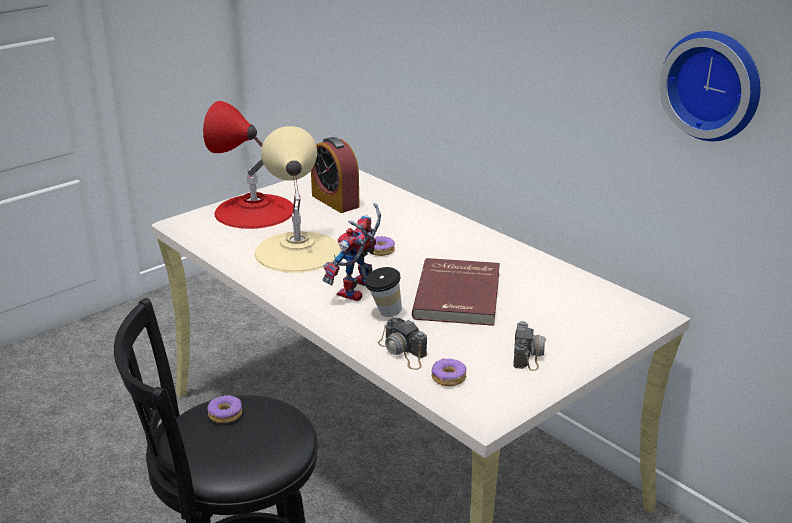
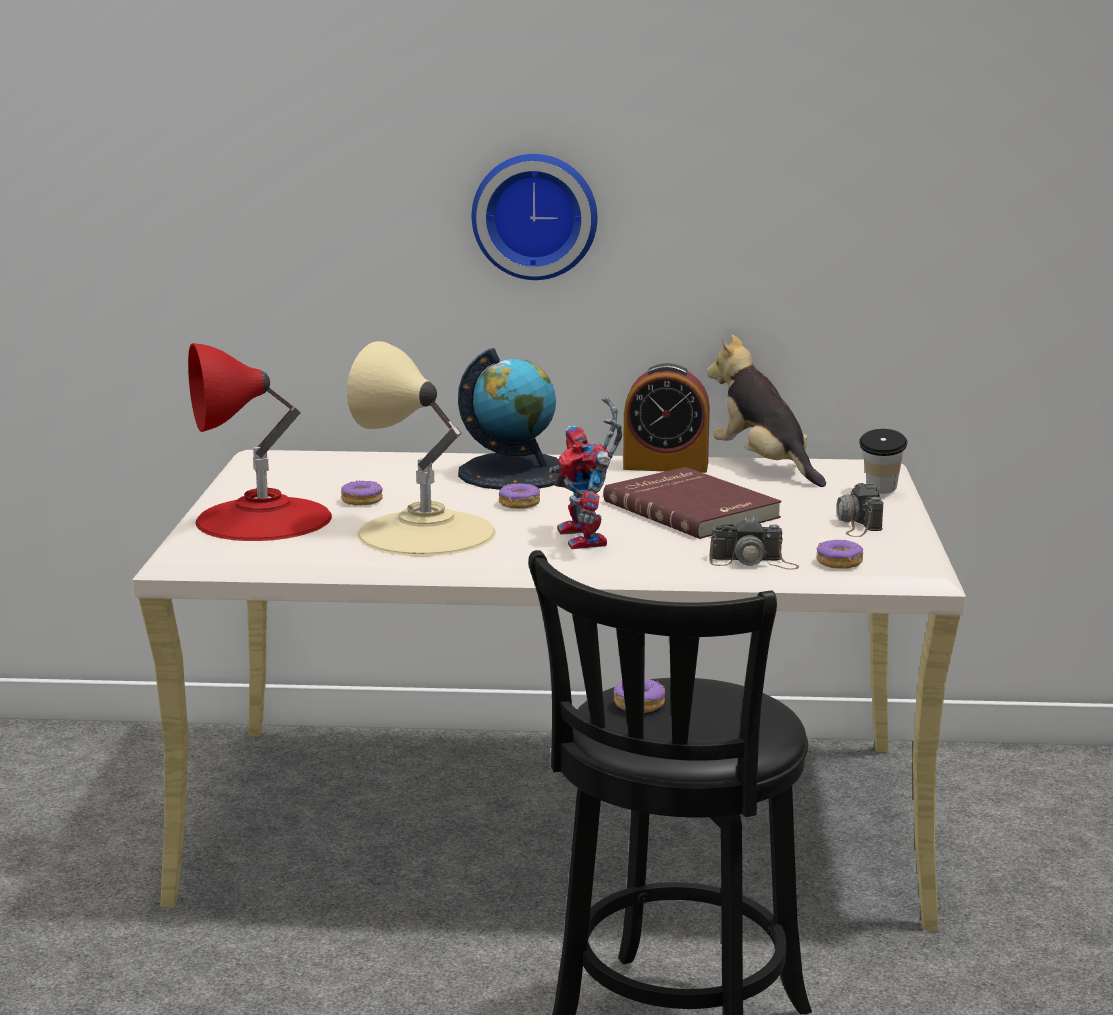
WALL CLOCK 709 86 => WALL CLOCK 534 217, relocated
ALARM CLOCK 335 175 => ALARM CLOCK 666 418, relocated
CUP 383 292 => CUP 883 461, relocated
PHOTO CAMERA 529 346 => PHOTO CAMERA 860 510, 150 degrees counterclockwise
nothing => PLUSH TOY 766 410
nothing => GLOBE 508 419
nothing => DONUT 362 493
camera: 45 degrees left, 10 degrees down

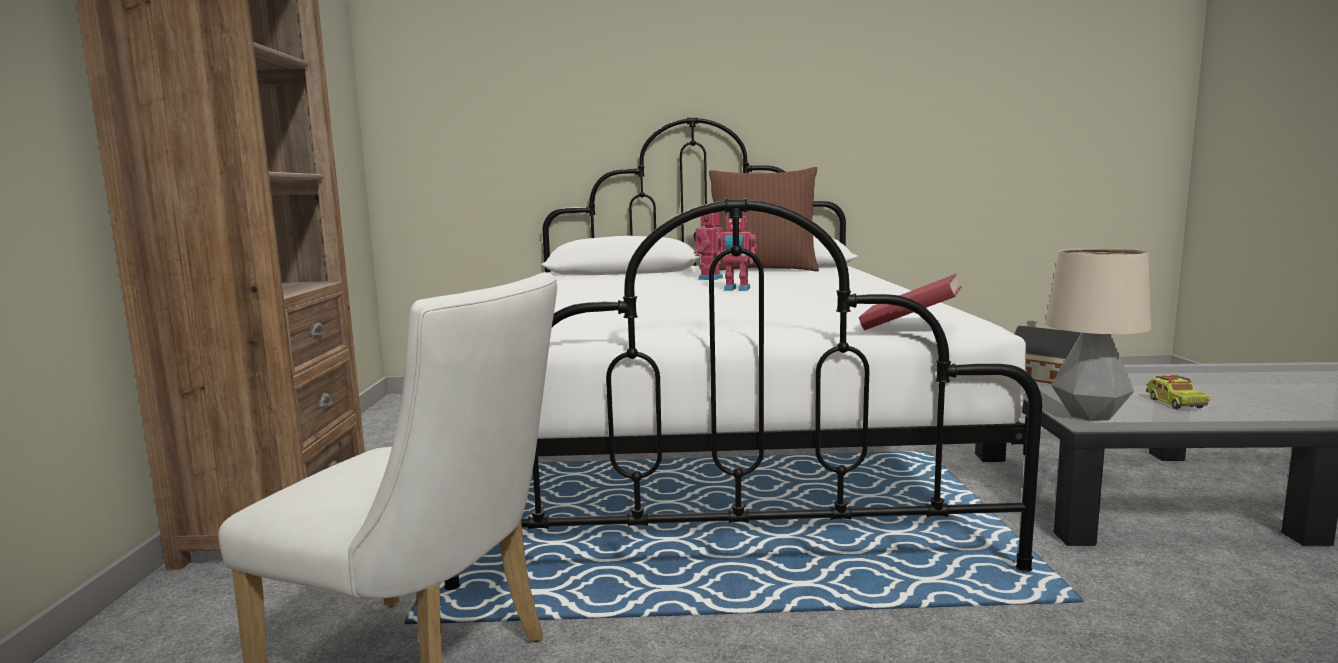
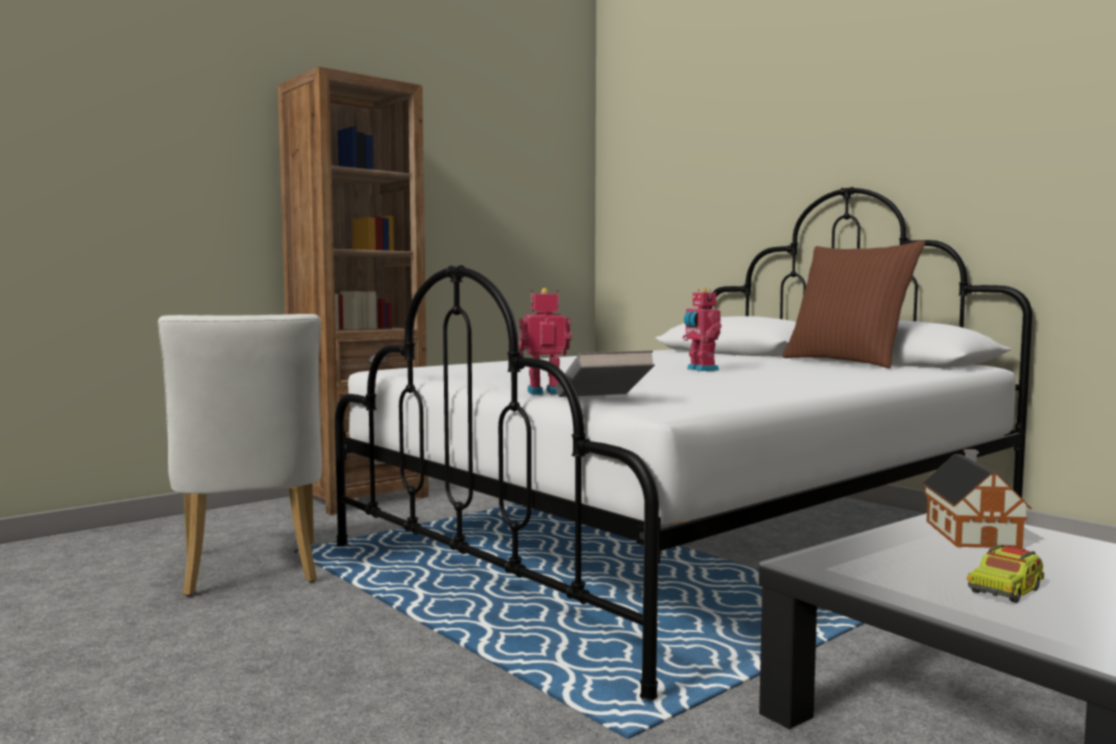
TOY ROBOT 708 246 => TOY ROBOT 545 341, relocated
TABLE LAMP 1098 334 => nothing
RED BOOK 910 302 => GREY BOOK 605 373
camera: 50 degrees right, 5 degrees down

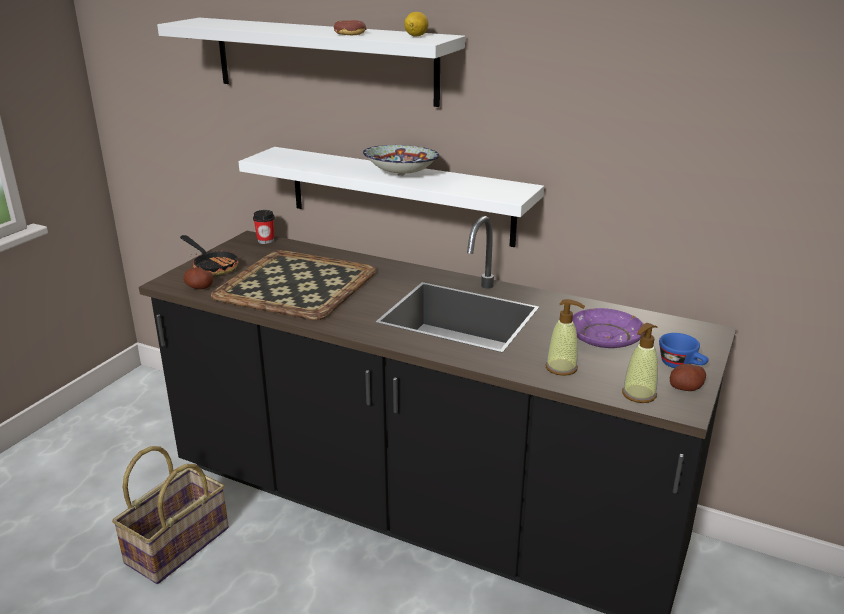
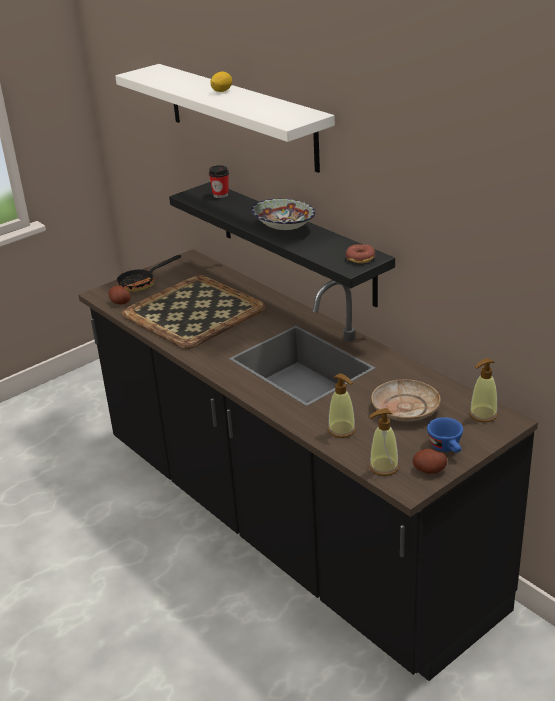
LEMON 416 24 => LEMON 221 81, relocated
DONUT 350 27 => DONUT 360 253, relocated
WHITE SHELF 391 197 => BLACK SHELF 282 245
CUP 264 227 => CUP 219 181, relocated
FRYING PAN 210 255 => FRYING PAN 149 273, 75 degrees clockwise
PURPLE PLATE 608 328 => BEIGE PLATE 406 400
BASKET 170 515 => nothing
nothing => SOAP DISPENSER 483 390
camera: 25 degrees right, 5 degrees up

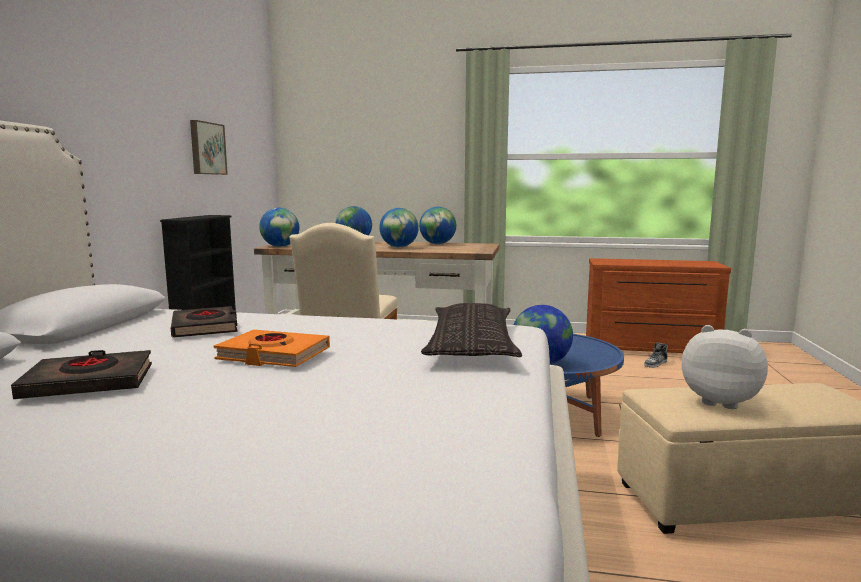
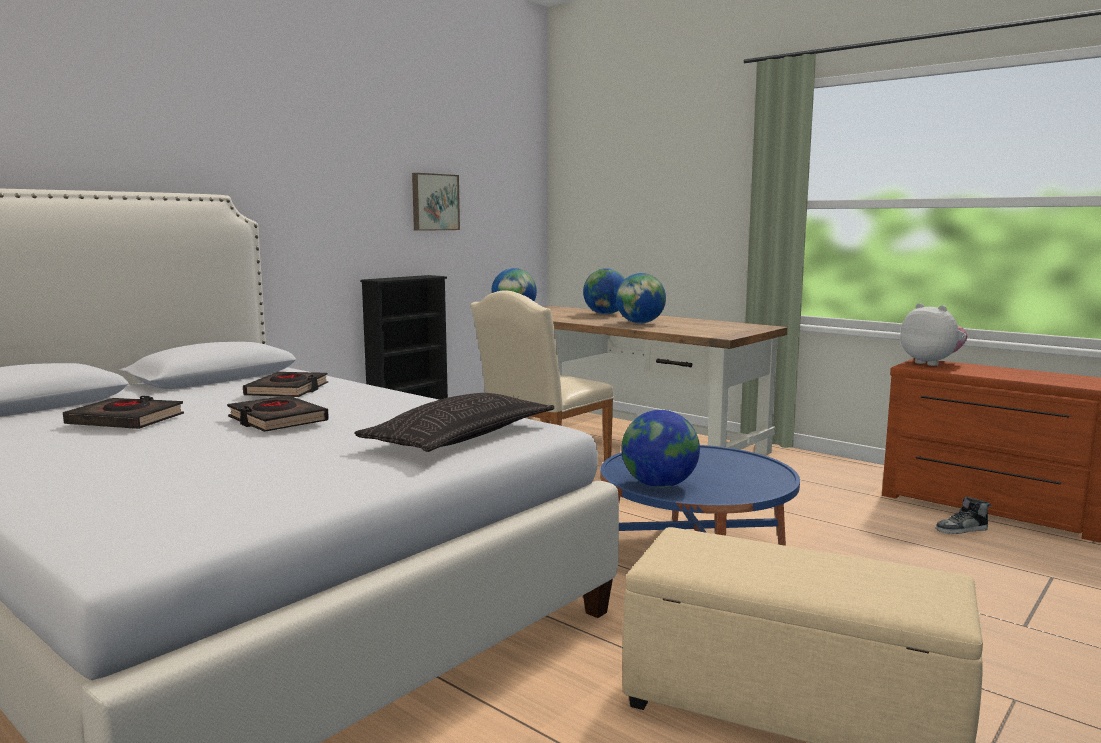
GLOBE 437 225 => nothing
PLUSH TOY 725 367 => PLUSH TOY 933 334, relocated
ORANGE BOOK 272 348 => BLACK BOOK 278 413
camera: 30 degrees right, 0 degrees up

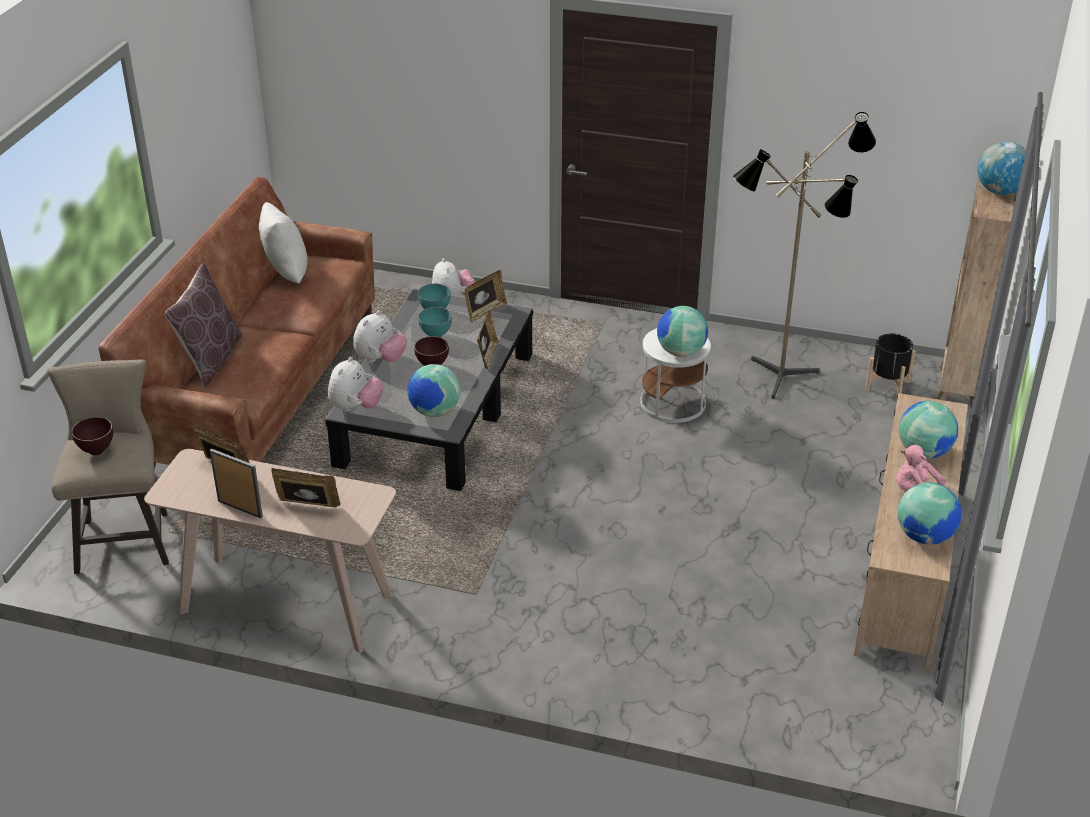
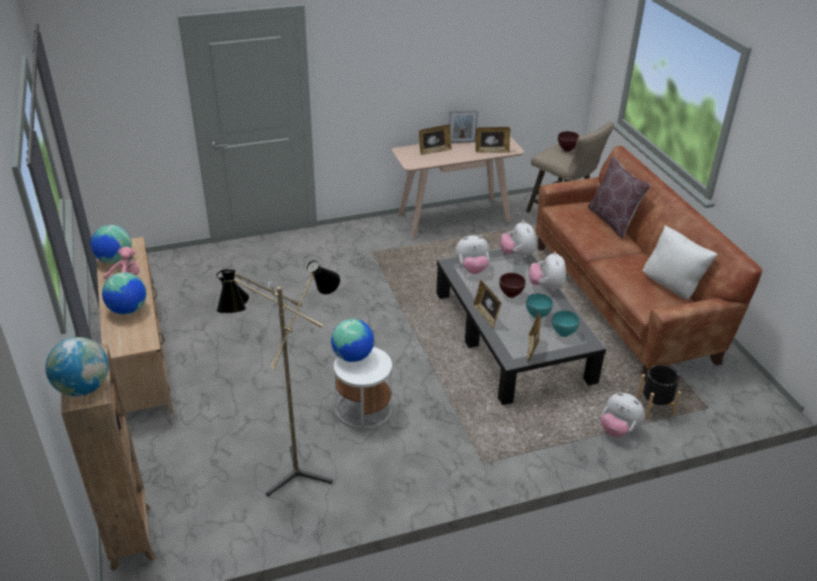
BLACK PLANTER 890 366 => BLACK PLANTER 658 391, relocated
GLOBE 434 390 => PLUSH TOY 472 254
camera: 145 degrees right, 0 degrees up

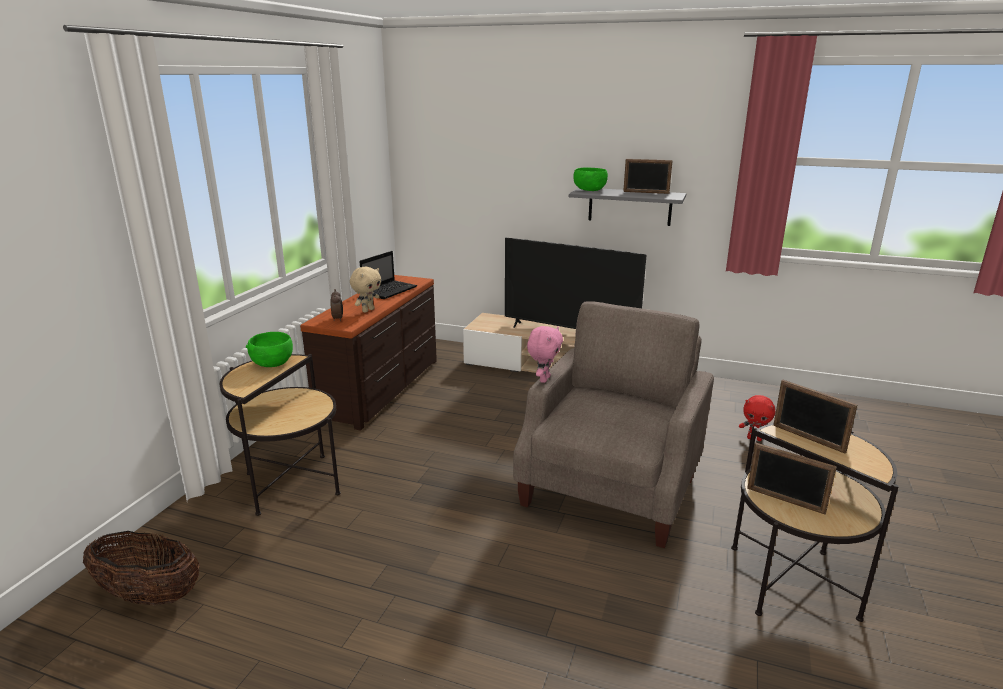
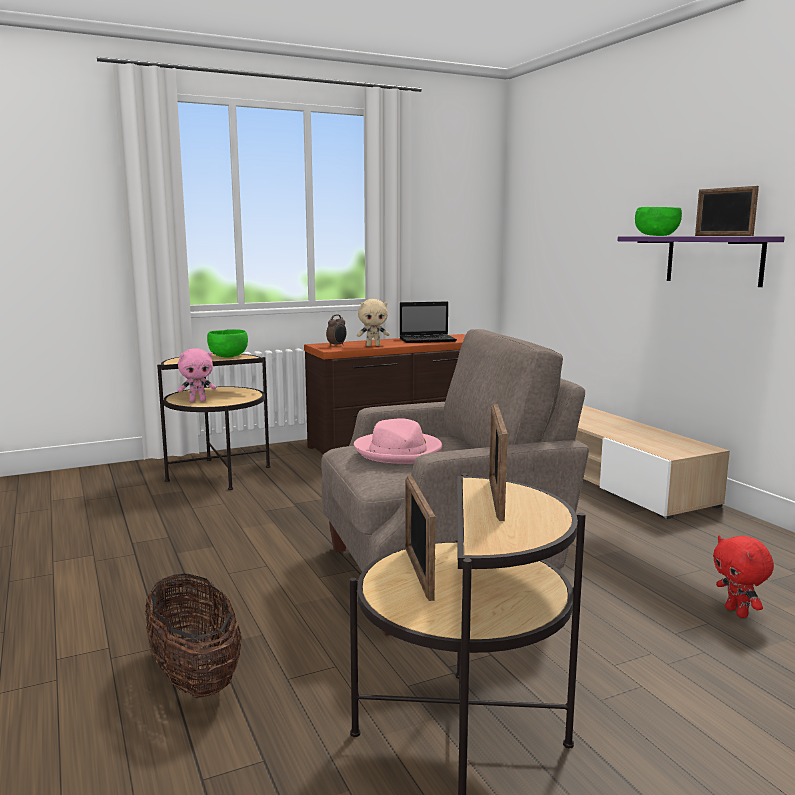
GREY SHELF 627 207 => PURPLE SHELF 701 261
TELEVISION 575 283 => nothing
PINK PLUSH TOY 545 354 => PINK PLUSH TOY 197 375, relocated
BASKET 141 568 => BASKET 193 636, relocated
nothing => PINK HAT 398 441
camera: 45 degrees right, 10 degrees down

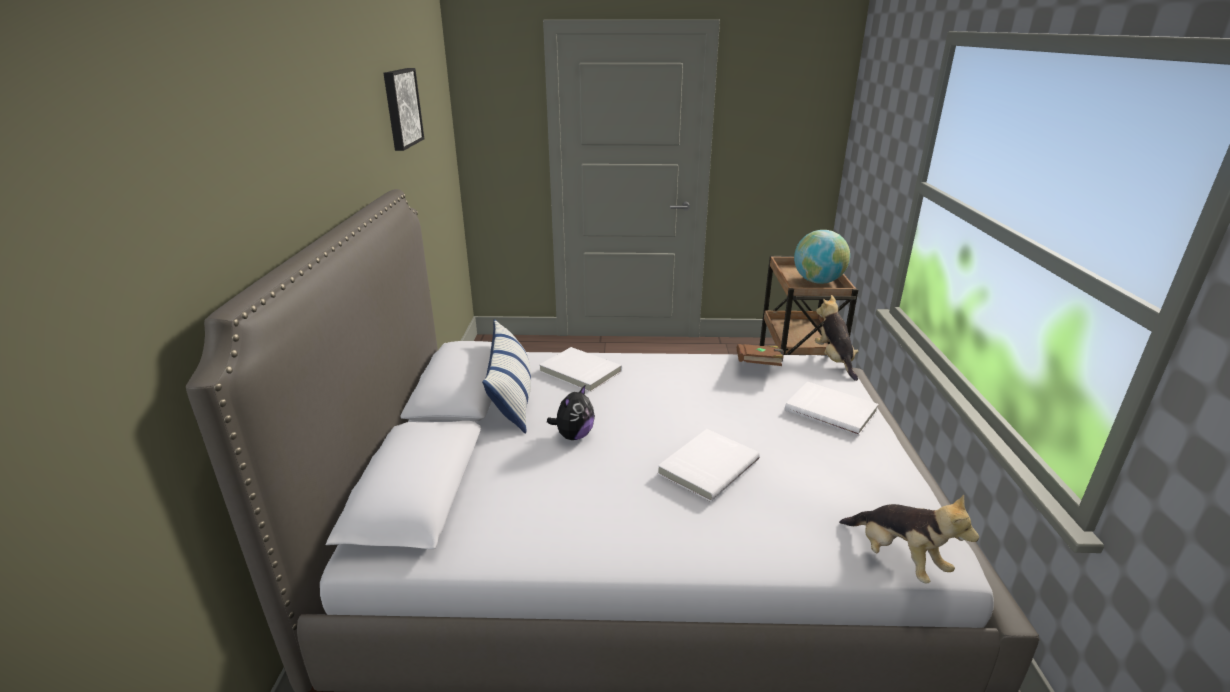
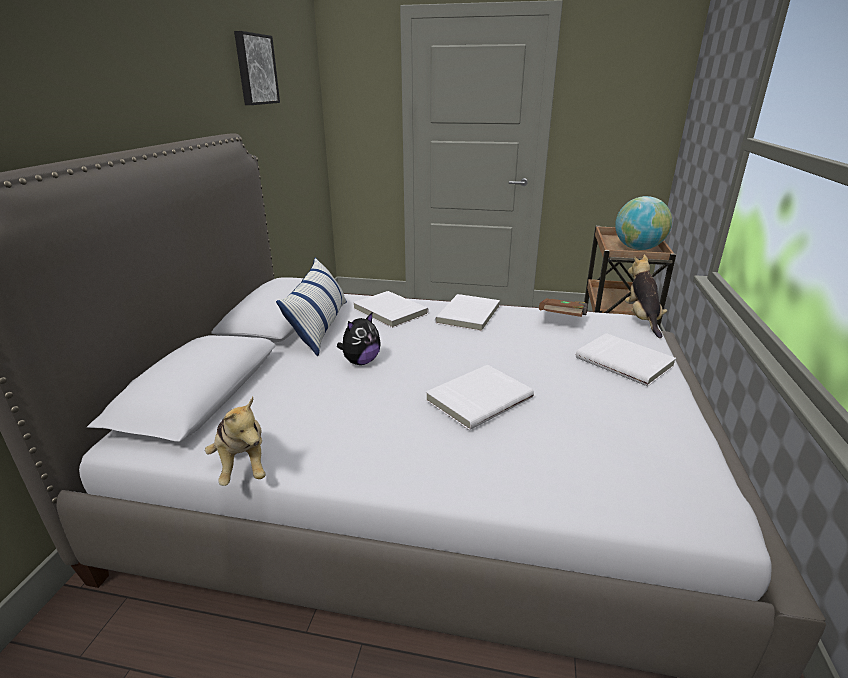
PLUSH TOY 909 538 => PLUSH TOY 235 441, relocated
nothing => WHITE BOOK 467 312
camera: 10 degrees right, 0 degrees up

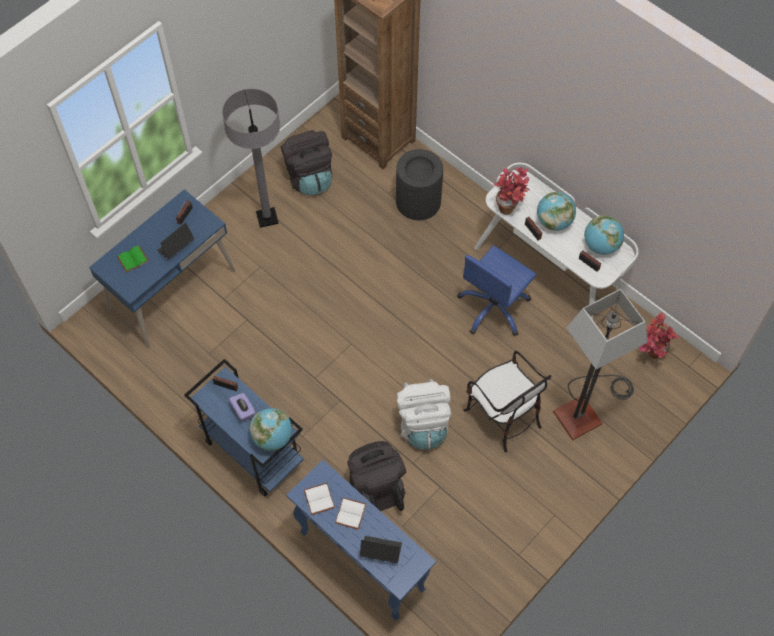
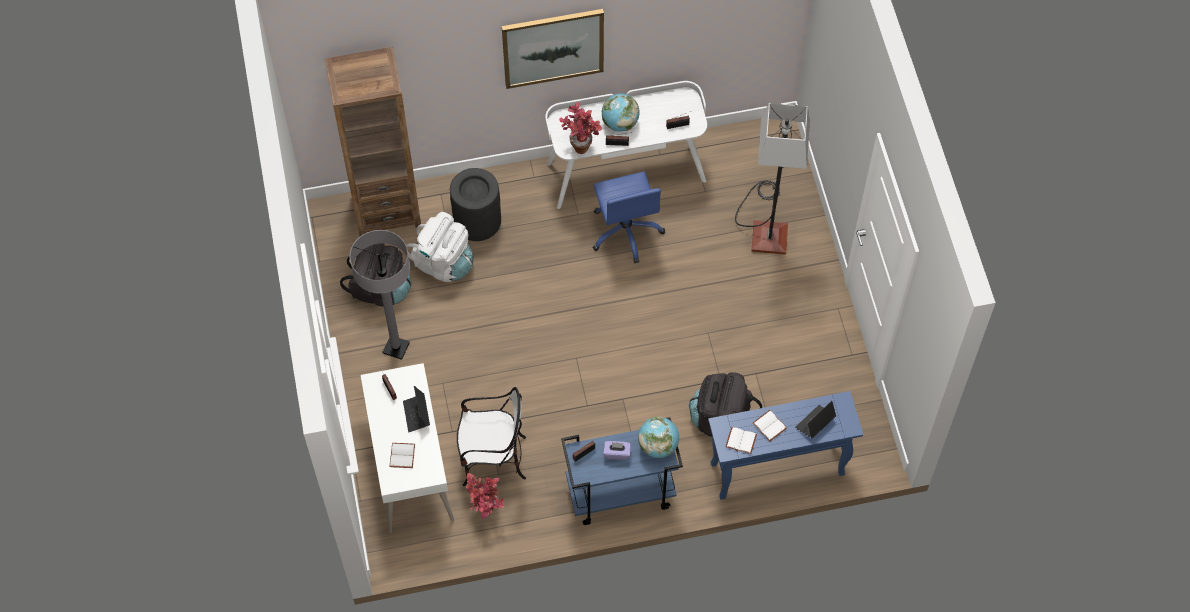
BLUE DESK 162 268 => WHITE DESK 407 448
GLOBE 604 235 => nothing
GREEN BOOK 133 259 => WHITE BOOK 402 455
POTTED PLANT 659 335 => POTTED PLANT 485 496, relocated
CHAIR 507 402 => CHAIR 491 436, relocated
WHITE BACKPACK 424 414 => WHITE BACKPACK 440 247, relocated
nothing => PICTURE 553 49
camera: 55 degrees left, 0 degrees up

